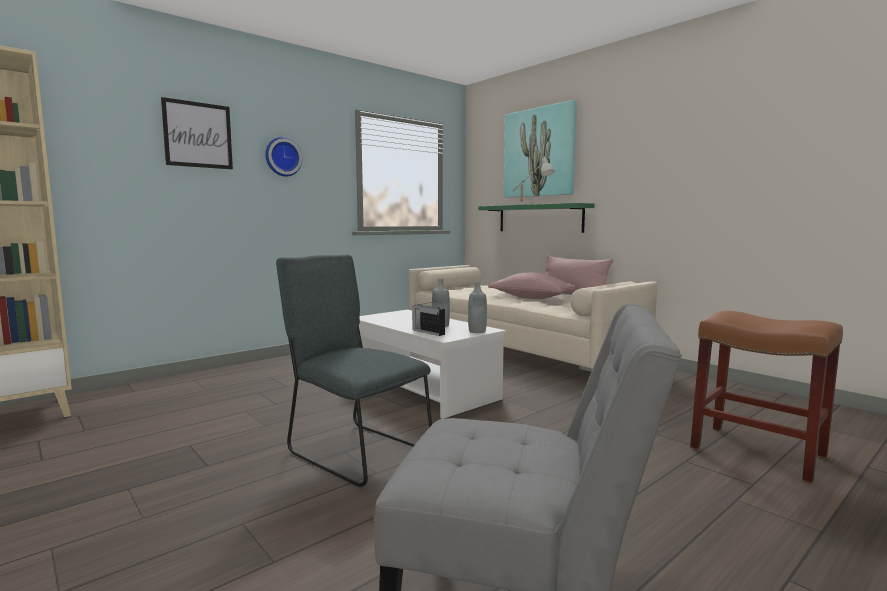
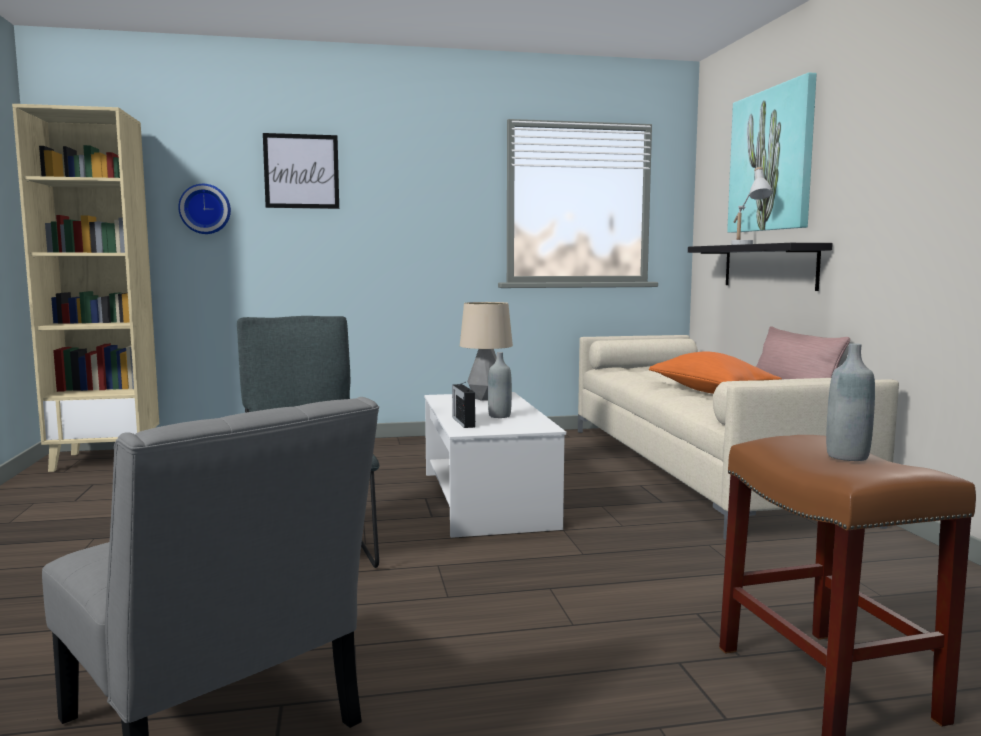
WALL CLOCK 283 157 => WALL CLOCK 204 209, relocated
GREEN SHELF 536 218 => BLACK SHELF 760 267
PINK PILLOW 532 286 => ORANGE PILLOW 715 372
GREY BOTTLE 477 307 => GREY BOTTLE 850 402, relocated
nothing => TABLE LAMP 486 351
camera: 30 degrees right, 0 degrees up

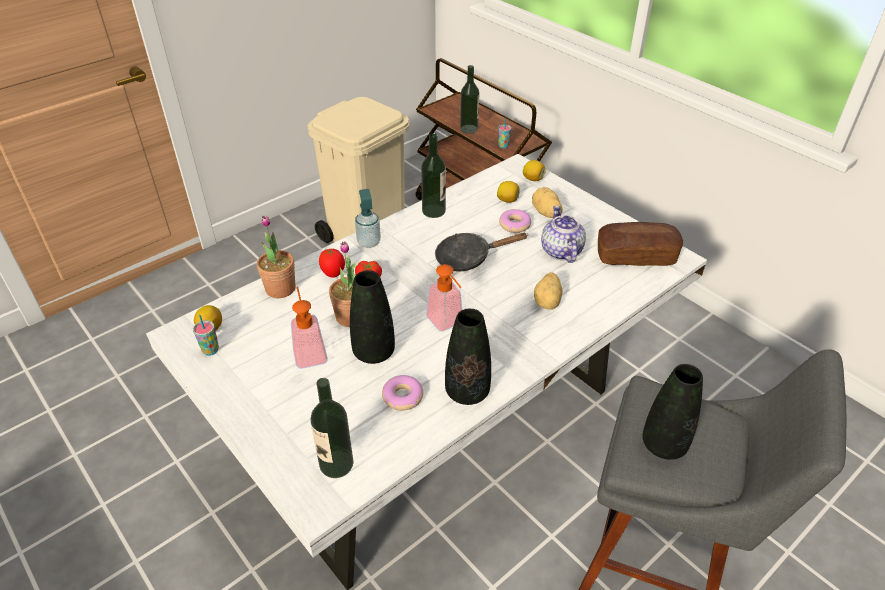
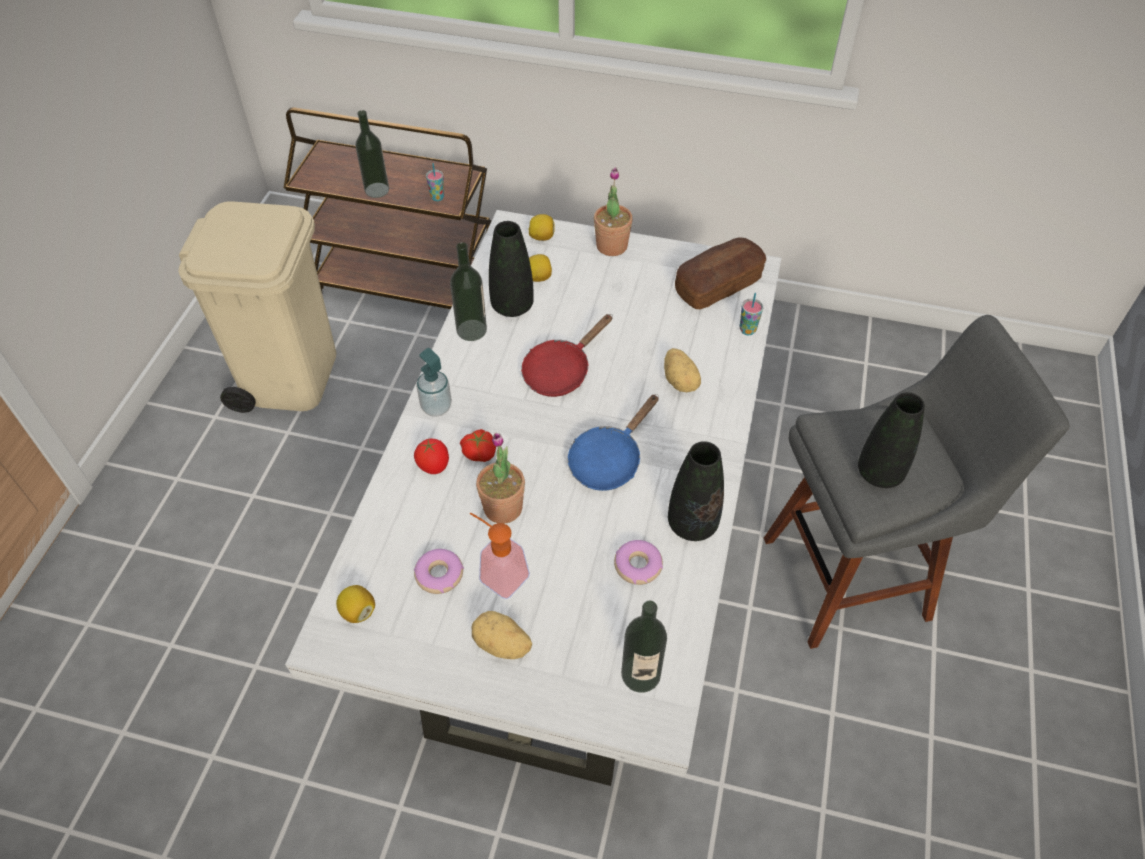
POTATO 547 202 => POTATO 502 635, relocated
TEAPOT 563 234 => nothing
DONUT 515 221 => DONUT 439 571, relocated
POTTED PLANT 276 256 => POTTED PLANT 613 211, relocated
BLACK FRYING PAN 481 252 => RED FRYING PAN 567 355
SOAP DISPENSER 444 298 => BLUE FRYING PAN 613 442
BLACK VASE 372 317 => BLACK VASE 511 269, relocated
CUP 206 335 => CUP 752 314, relocated
camera: 35 degrees left, 10 degrees up

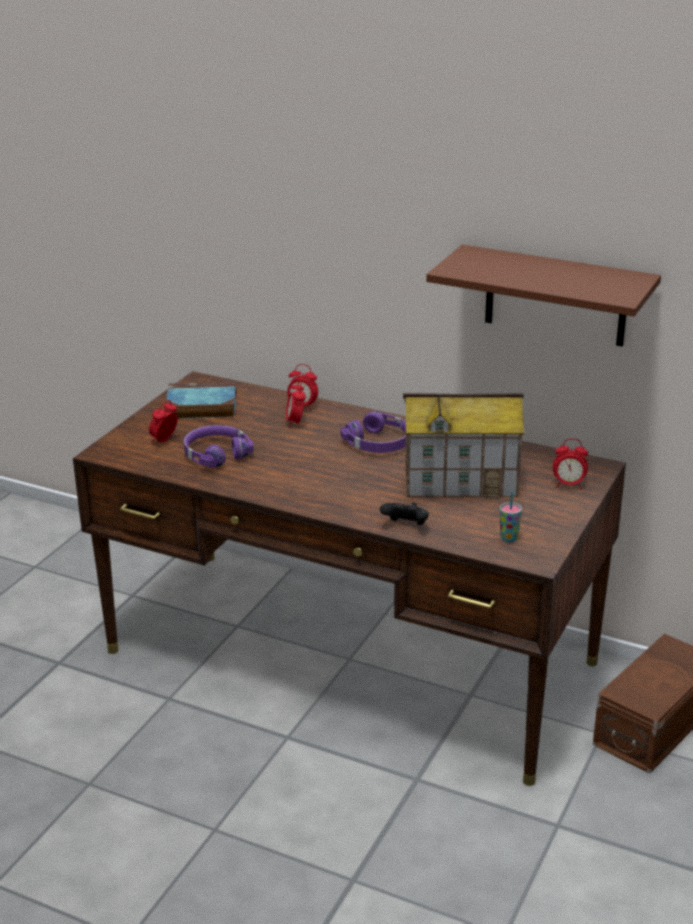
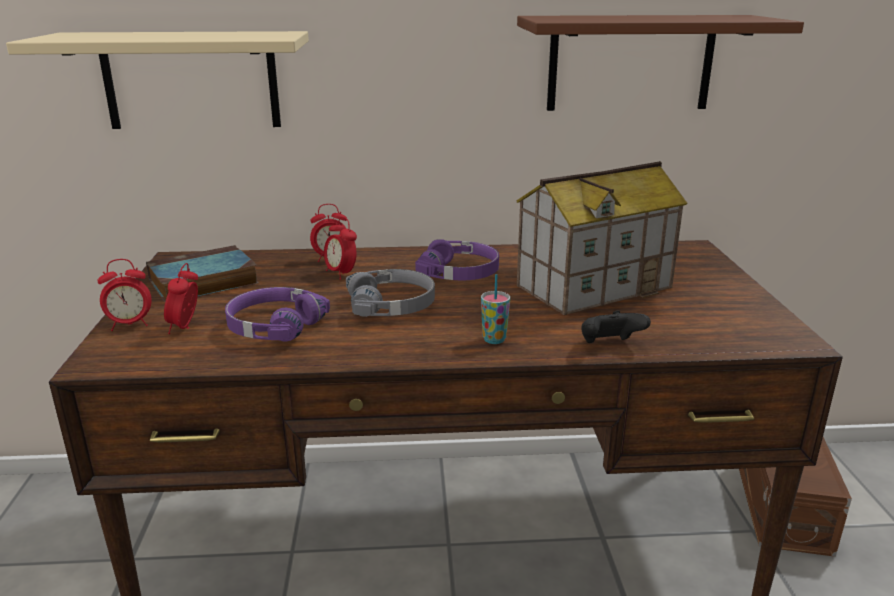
ALARM CLOCK 570 464 => ALARM CLOCK 125 295, relocated
CUP 511 517 => CUP 495 309, relocated
nothing => BEIGE SHELF 157 80
nothing => GREY HEADPHONES 390 293
camera: 30 degrees left, 5 degrees down

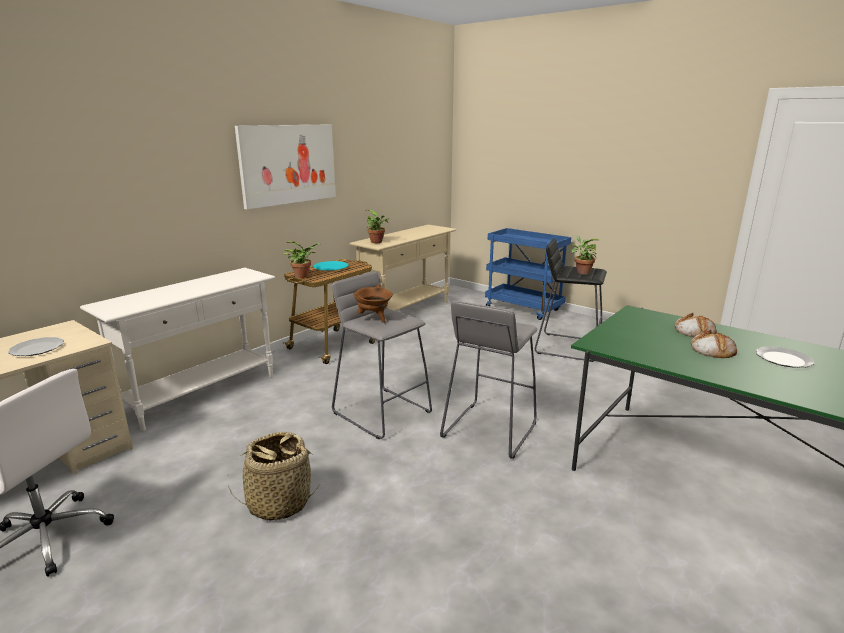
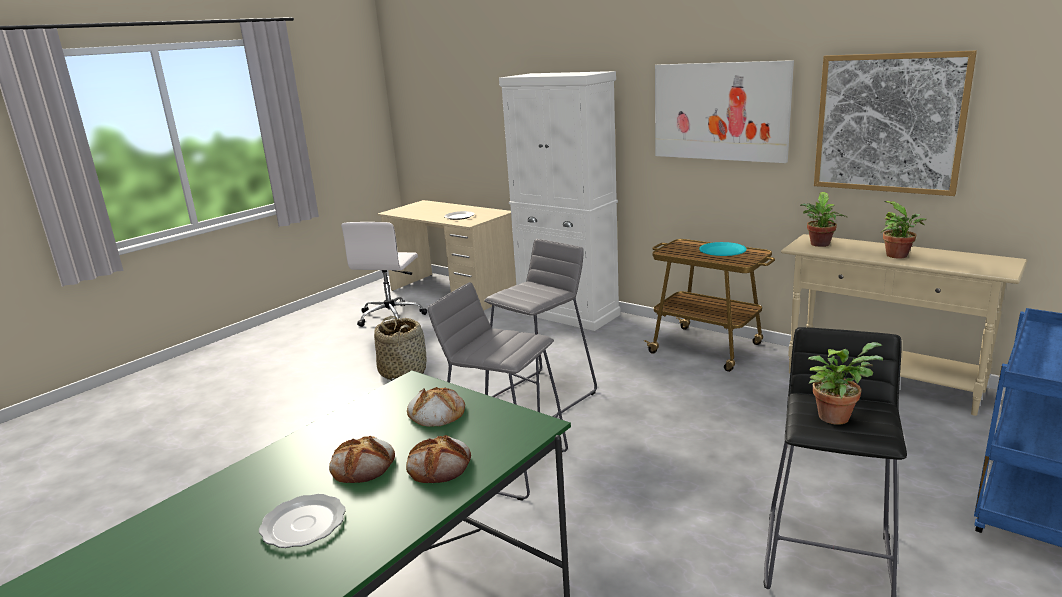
POTTED PLANT 302 259 => POTTED PLANT 904 229, relocated
WHITE CONSOLE TABLE 177 349 => WHITE CABINET 560 201
BROWN COOKING POT 373 303 => nothing
nothing => PICTURE 895 123
nothing => BREAD 436 407
camera: 90 degrees right, 0 degrees up

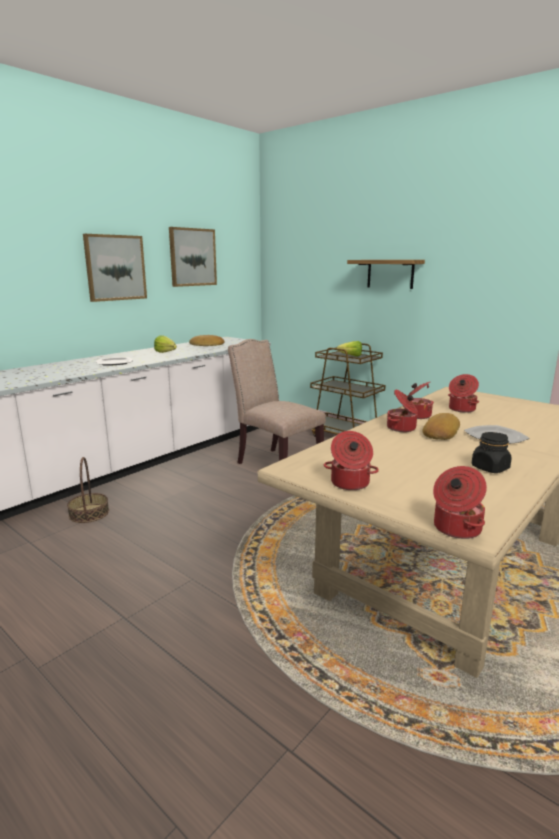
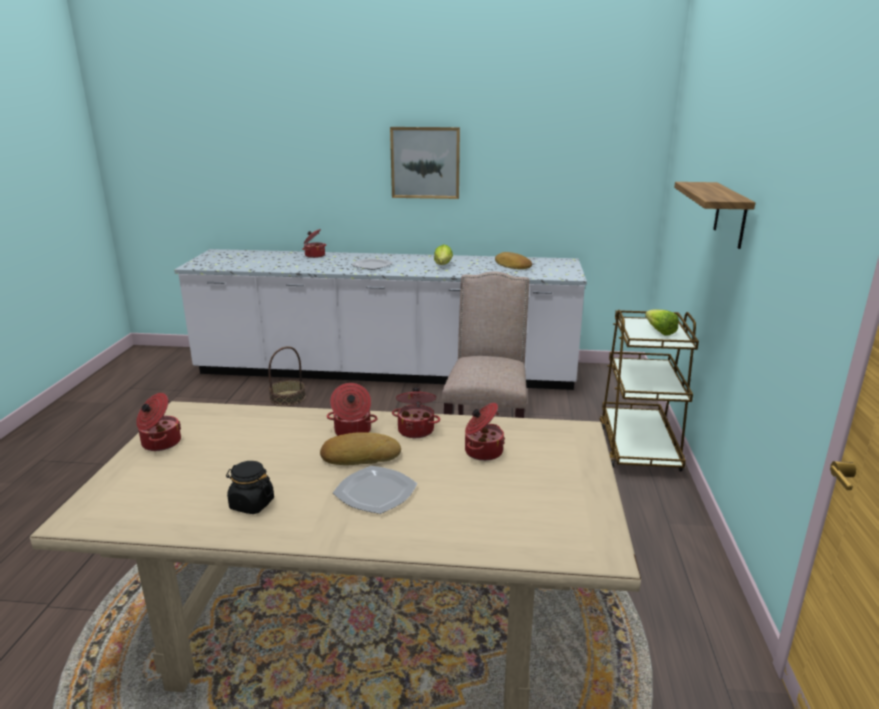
PICTURE 193 257 => nothing
COOKING POT 460 502 => COOKING POT 314 243, relocated
camera: 55 degrees right, 5 degrees up

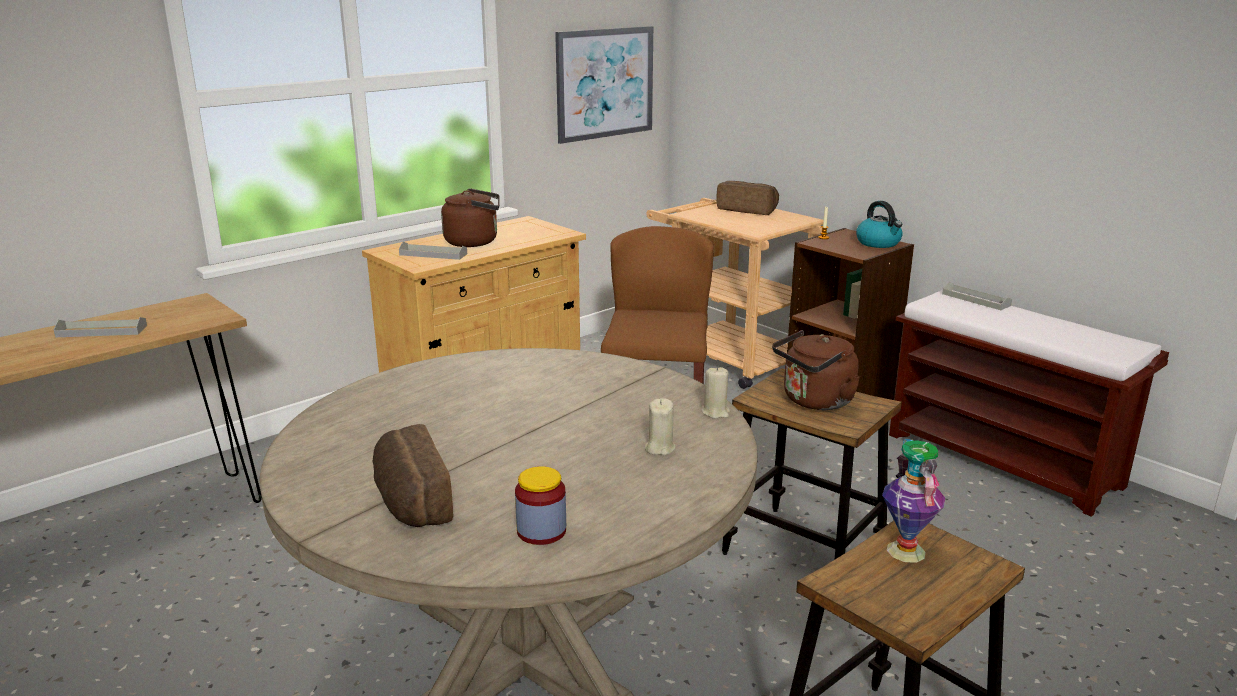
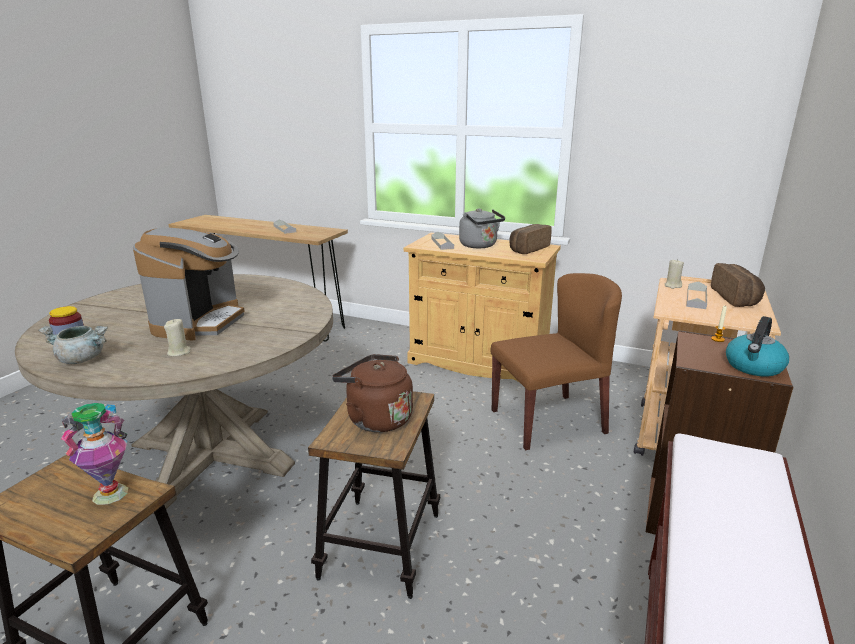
PICTURE 604 85 => nothing
BROWN KETTLE 470 217 => GREY KETTLE 482 228
GREY TRAY 977 296 => GREY TRAY 696 295, relocated
BEIGE CANDLE 716 392 => BEIGE CANDLE 674 274, relocated
BREAD 412 475 => BREAD 531 239, relocated
nothing => COFFEE MACHINE 189 283
nothing => GREY COOKING POT 73 345
camera: 65 degrees right, 0 degrees up

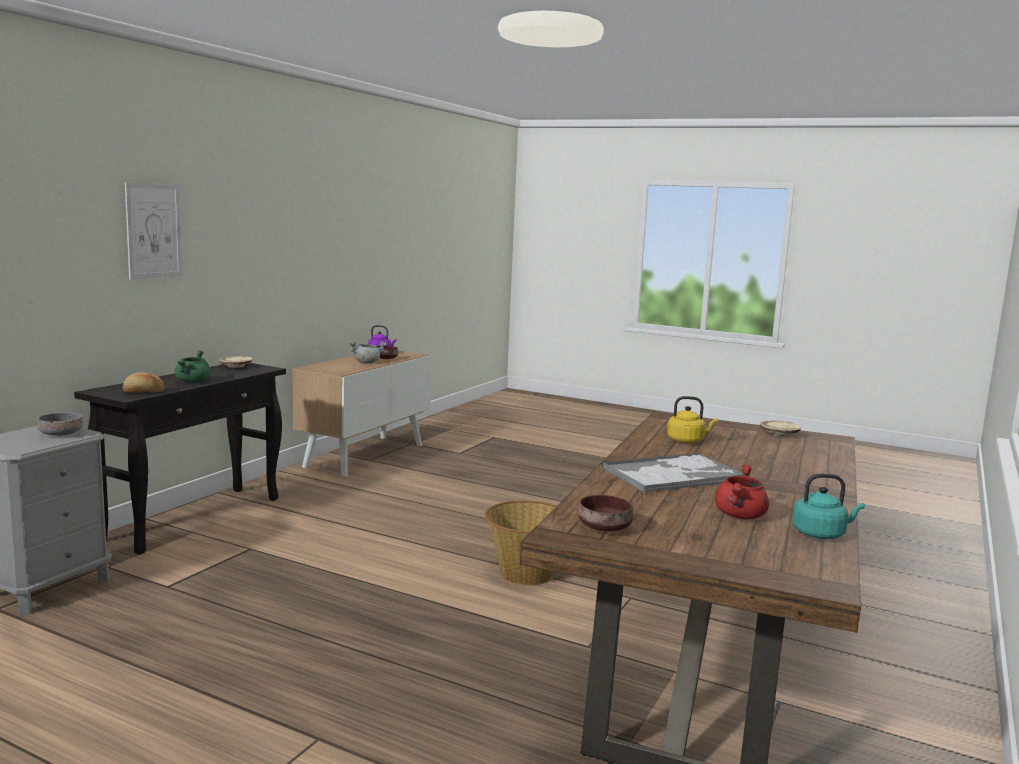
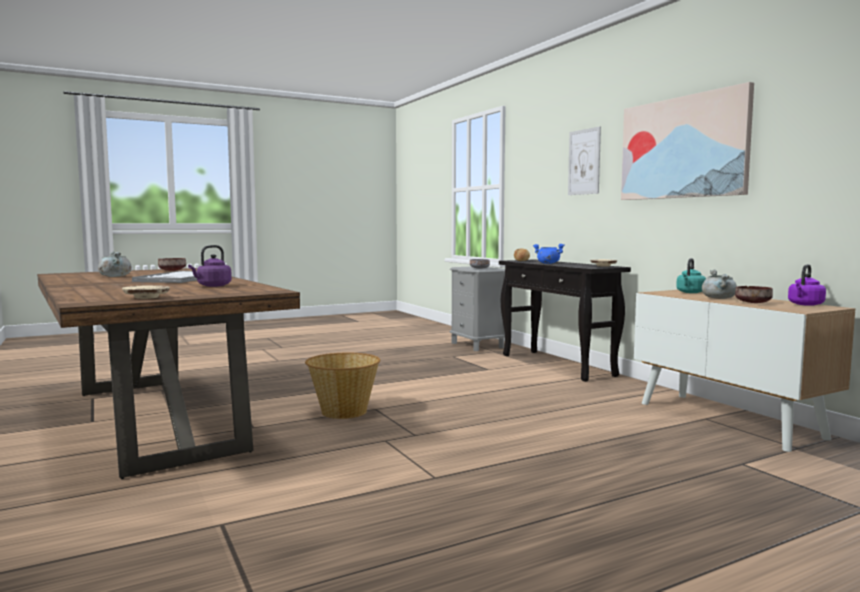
GREEN COOKING POT 193 366 => BLUE COOKING POT 549 254
YELLOW KETTLE 692 419 => PURPLE KETTLE 210 266
RED COOKING POT 742 491 => GREY COOKING POT 115 264
TURQUOISE KETTLE 828 506 => TURQUOISE KETTLE 691 275, relocated
nothing => PICTURE 687 141
camera: 125 degrees right, 5 degrees down

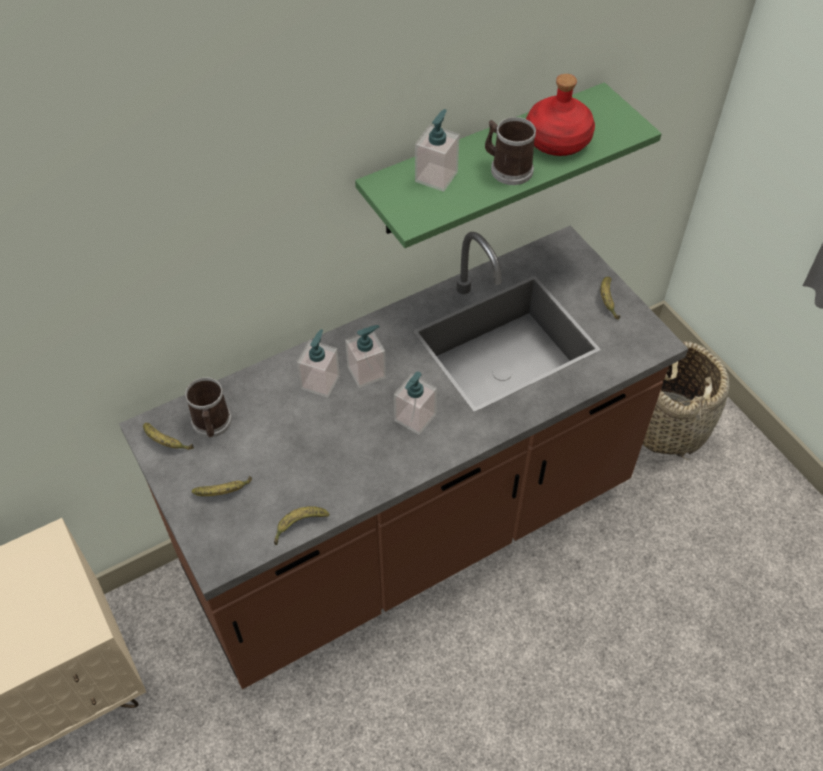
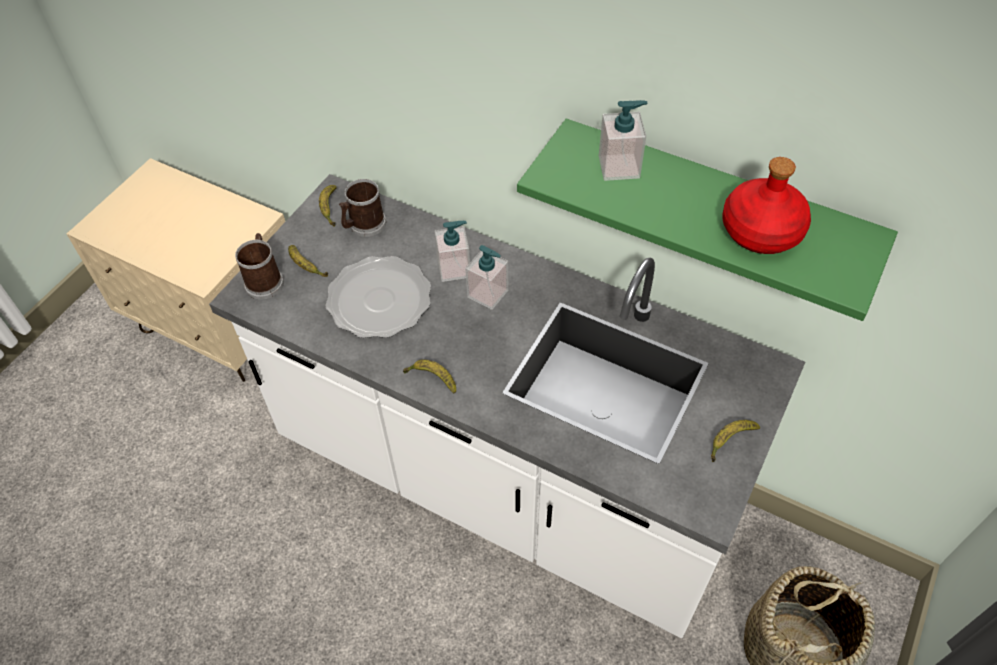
MUG 510 151 => MUG 259 266, relocated
BROWN COUNTER 403 457 => WHITE COUNTER 507 406
SOAP DISPENSER 415 403 => nothing
BANANA 301 525 => BANANA 429 376, relocated
nothing => PLATE 378 297
camera: 60 degrees right, 0 degrees up

